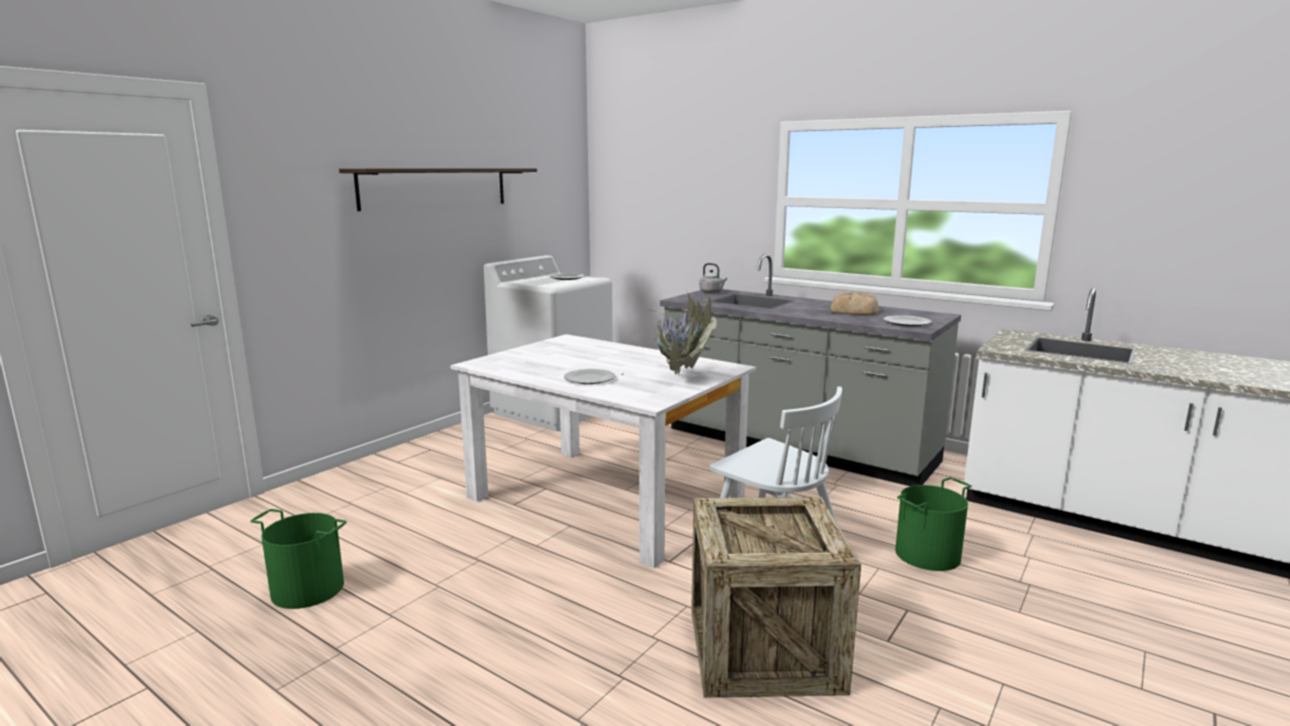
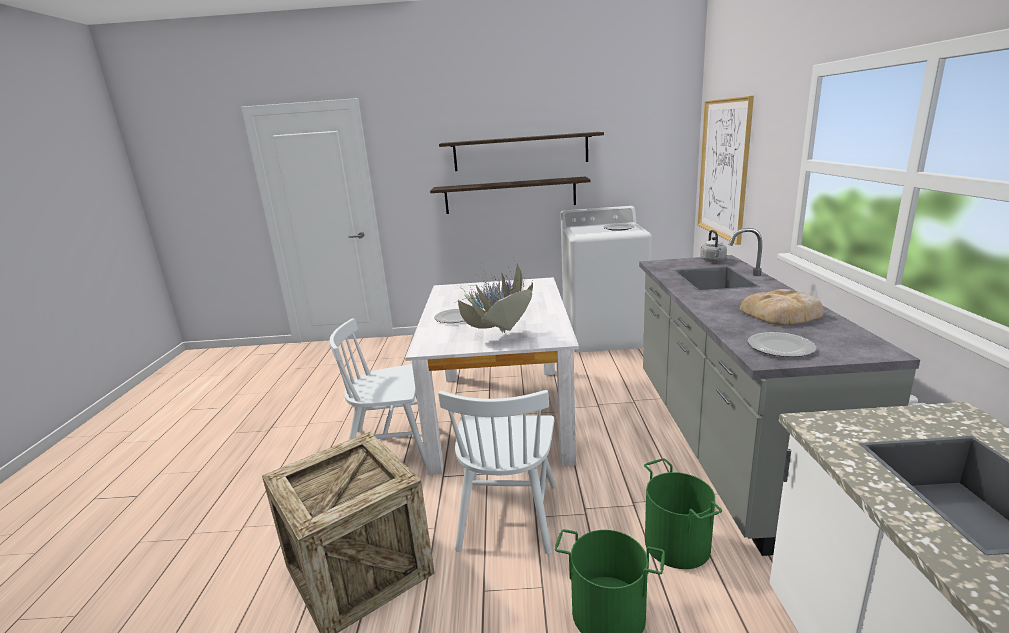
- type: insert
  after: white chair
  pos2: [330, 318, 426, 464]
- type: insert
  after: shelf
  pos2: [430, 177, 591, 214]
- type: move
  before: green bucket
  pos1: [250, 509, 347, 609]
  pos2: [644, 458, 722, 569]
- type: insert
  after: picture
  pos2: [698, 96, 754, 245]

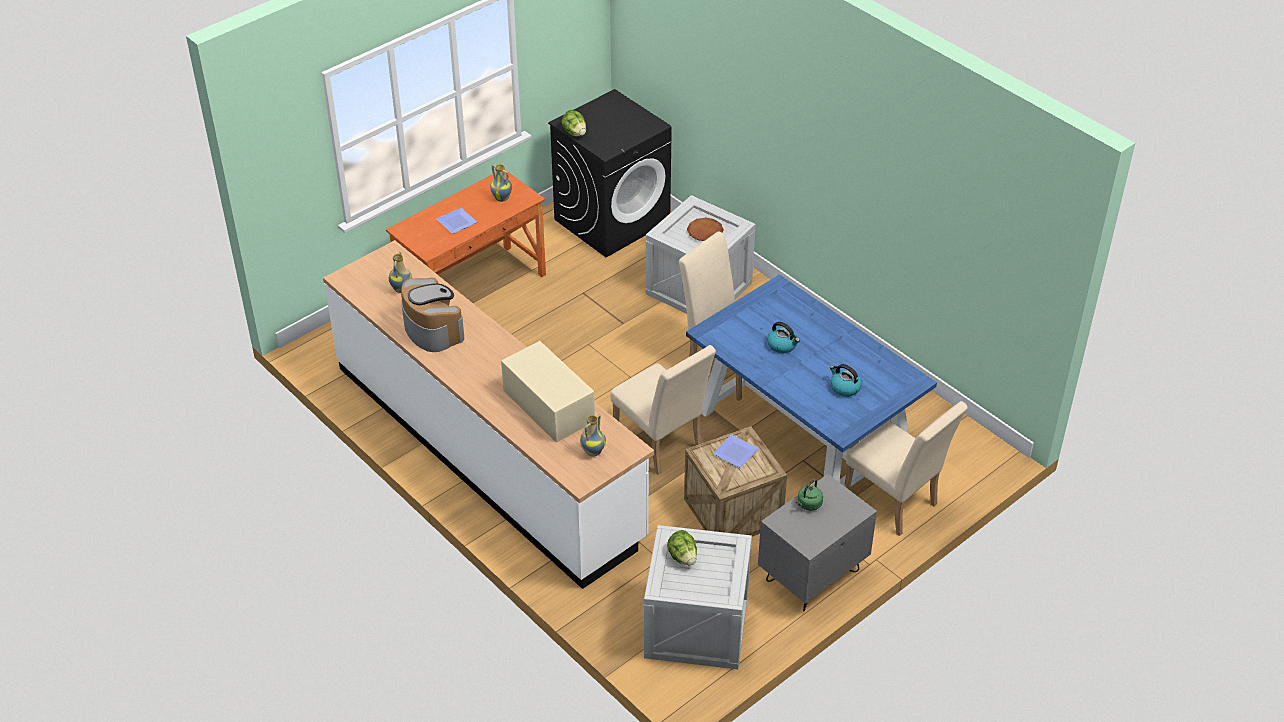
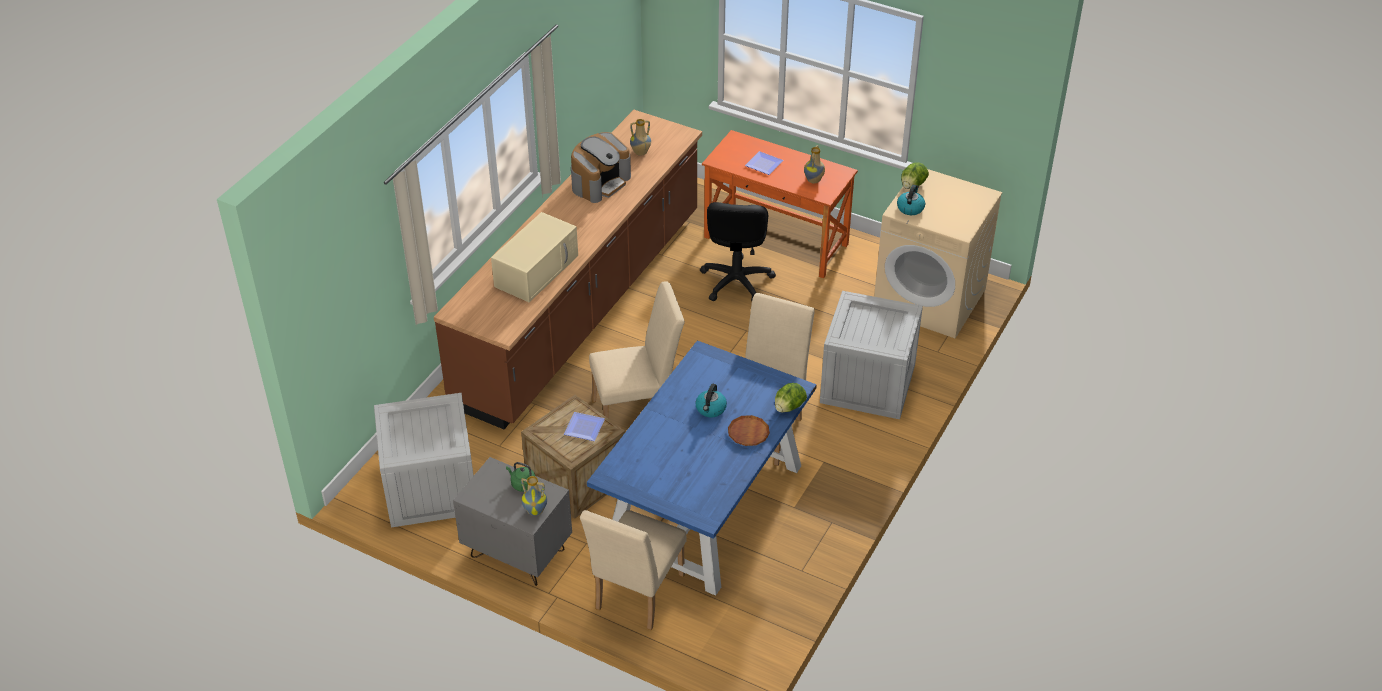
- type: recolor
  before: white counter
  after: brown counter
  pos1: [323, 240, 654, 589]
  pos2: [434, 110, 702, 429]
- type: move
  before: vase
  pos1: [580, 414, 606, 457]
  pos2: [521, 476, 547, 516]
- type: rotate
  before: beige chair
  pos1: [611, 345, 716, 474]
  pos2: [589, 281, 685, 418]
  turn: -135
- type: insert
  after: black office chair
  pos2: [700, 202, 776, 301]
- type: move
  before: brown plate
  pos1: [687, 218, 724, 241]
  pos2: [728, 415, 770, 446]
- type: move
  before: lettuce
  pos1: [667, 530, 697, 566]
  pos2: [775, 383, 807, 413]
- type: recolor
  before: black washing machine
  after: beige washing machine
  pos1: [548, 89, 672, 258]
  pos2: [874, 169, 1002, 338]
- type: move
  before: kettle
  pos1: [830, 364, 862, 397]
  pos2: [897, 185, 925, 215]

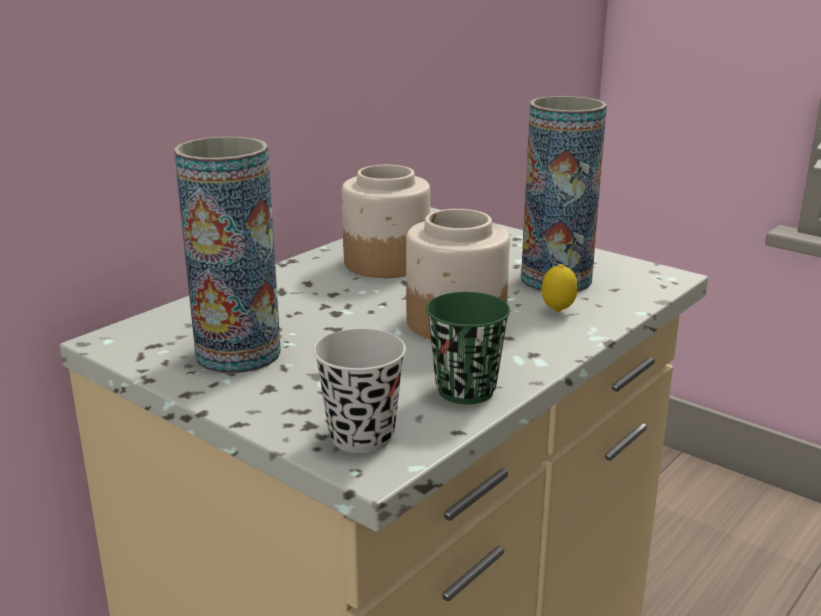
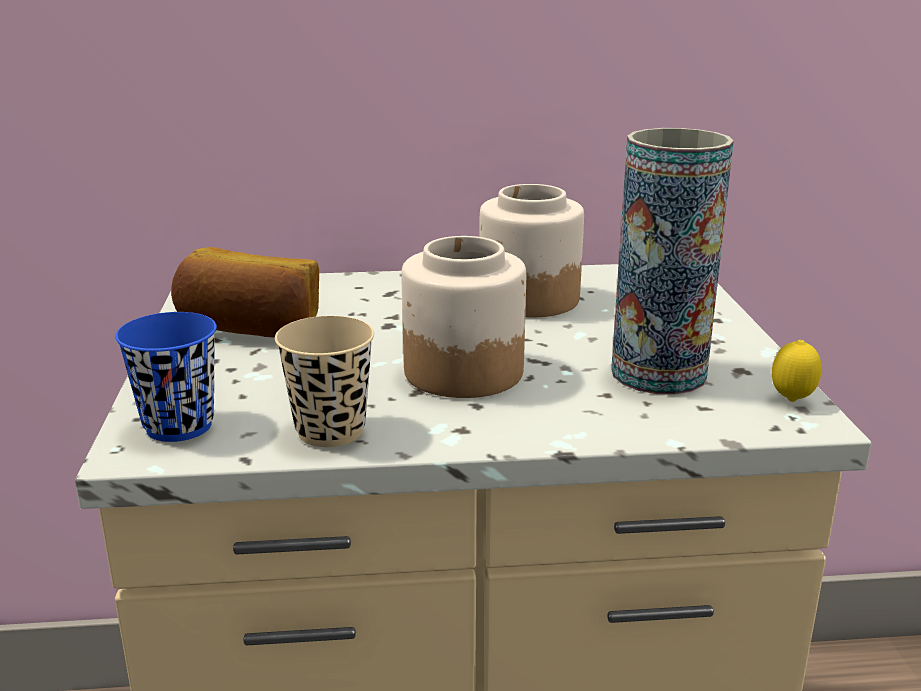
- type: recolor
  before: black cup
  after: blue cup
  pos1: [313, 329, 406, 453]
  pos2: [115, 312, 217, 442]
- type: replace
  before: vase
  after: bread
  pos1: [174, 137, 281, 374]
  pos2: [171, 247, 319, 338]
- type: recolor
  before: green cup
  after: beige cup
  pos1: [426, 292, 510, 404]
  pos2: [275, 316, 374, 447]
- type: move
  before: lemon
  pos1: [542, 264, 578, 312]
  pos2: [772, 340, 821, 402]

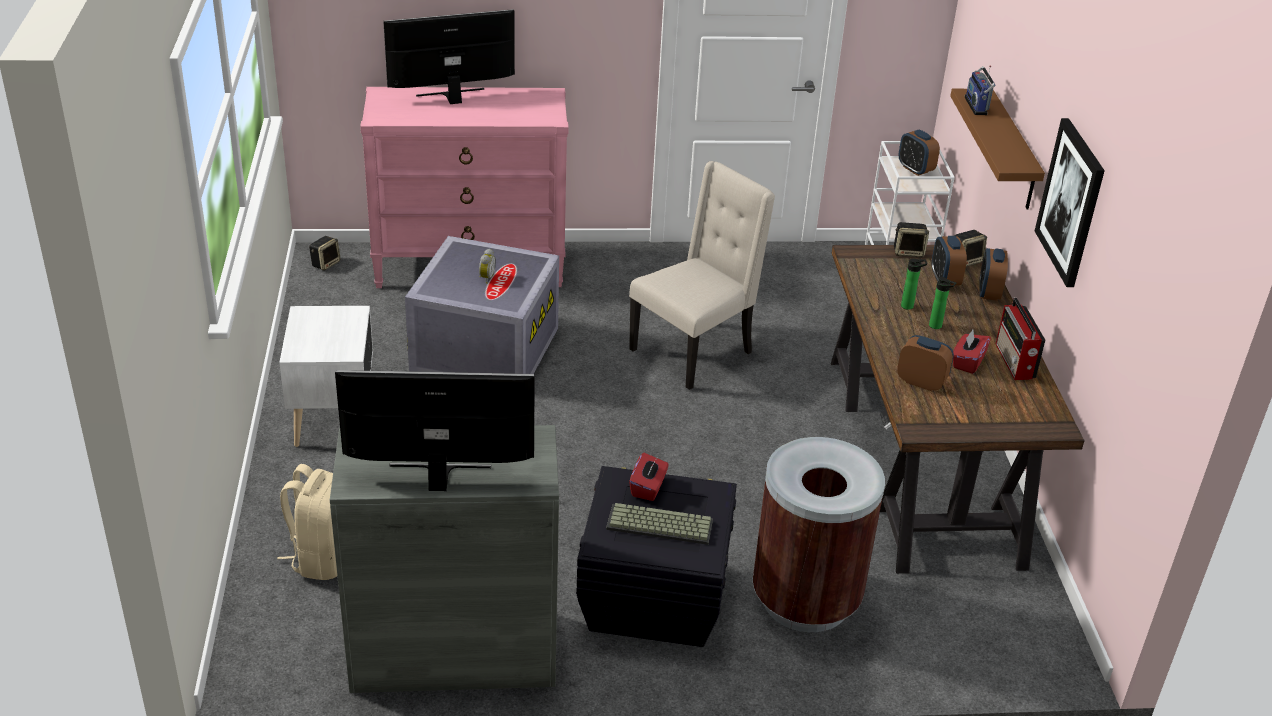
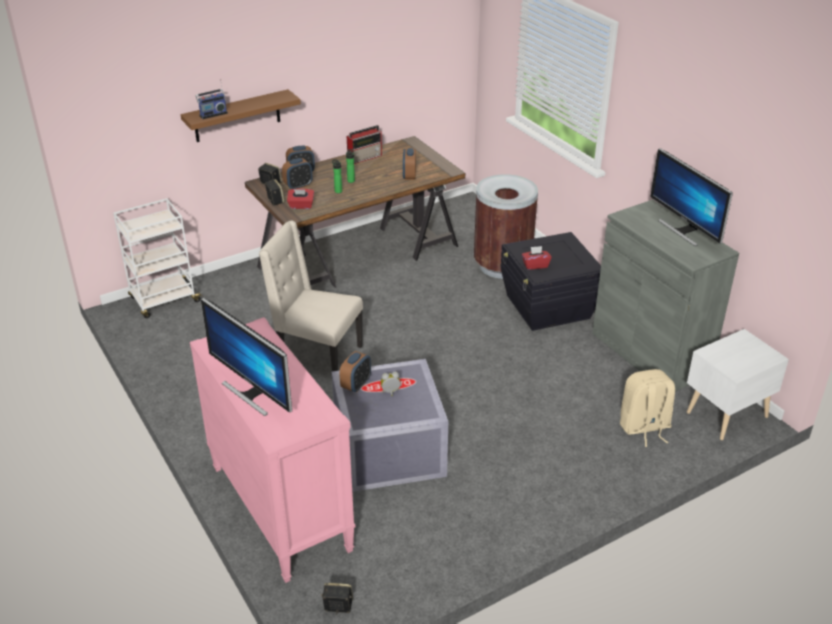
- type: move
  before: red tissue box
  pos1: [953, 330, 991, 374]
  pos2: [287, 188, 314, 209]
- type: move
  before: alarm clock
  pos1: [899, 130, 940, 176]
  pos2: [340, 351, 371, 392]
- type: move
  before: white nightstand
  pos1: [279, 306, 373, 447]
  pos2: [687, 329, 789, 440]
- type: delete
  before: keyboard
  pos1: [606, 503, 713, 545]
- type: delete
  before: picture
  pos1: [1035, 118, 1105, 287]

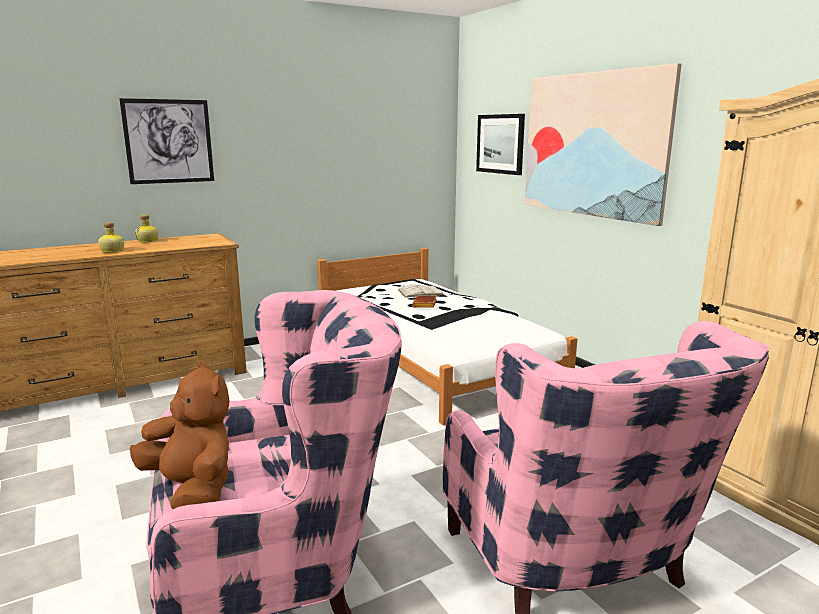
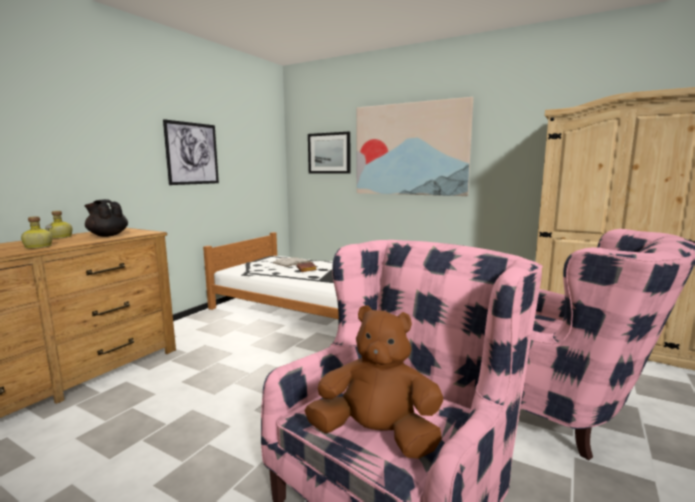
- type: insert
  after: black teapot
  pos2: [84, 199, 128, 237]
- type: move
  before: picture
  pos1: [119, 98, 214, 184]
  pos2: [163, 119, 219, 185]

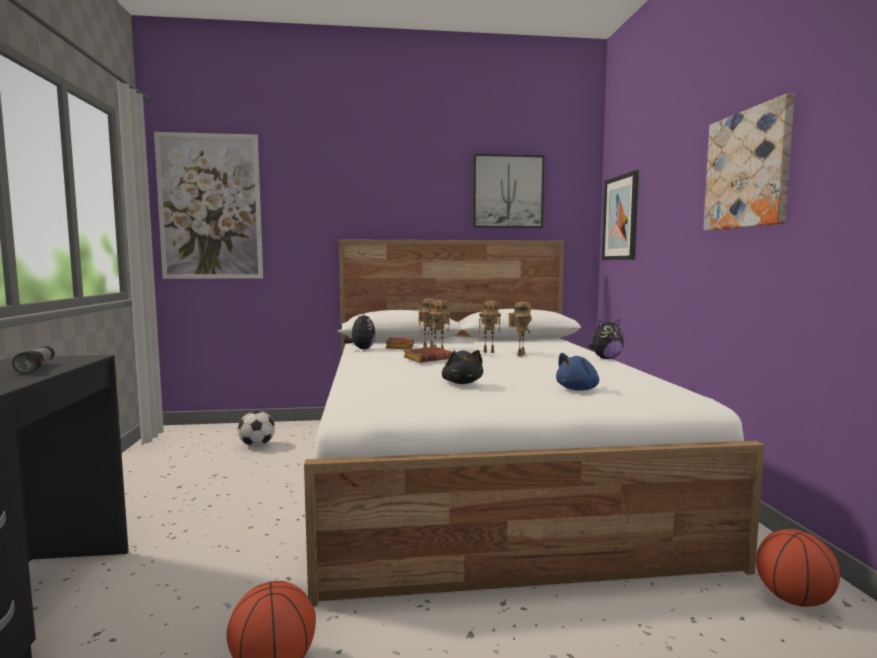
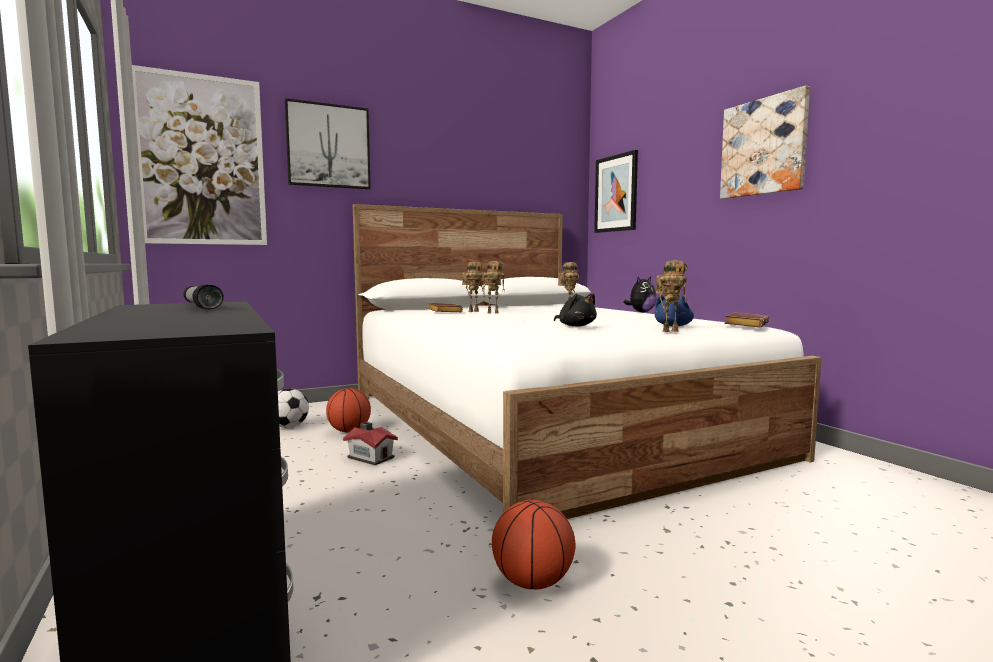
- type: move
  before: picture
  pos1: [473, 154, 544, 228]
  pos2: [285, 98, 371, 189]
- type: move
  before: basketball
  pos1: [756, 529, 840, 607]
  pos2: [326, 388, 371, 433]
- type: insert
  after: toy house
  pos2: [343, 422, 398, 465]
- type: move
  before: toy robot
  pos1: [479, 301, 501, 353]
  pos2: [656, 260, 688, 332]
- type: move
  before: brown book
  pos1: [403, 346, 452, 363]
  pos2: [724, 312, 769, 327]
- type: delete
  before: plush toy
  pos1: [343, 312, 376, 349]

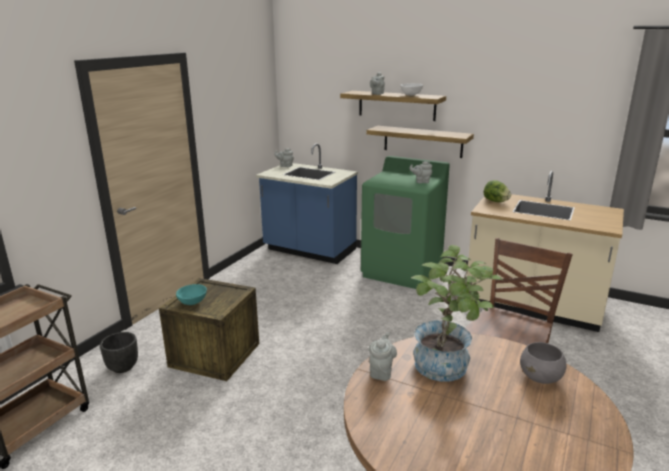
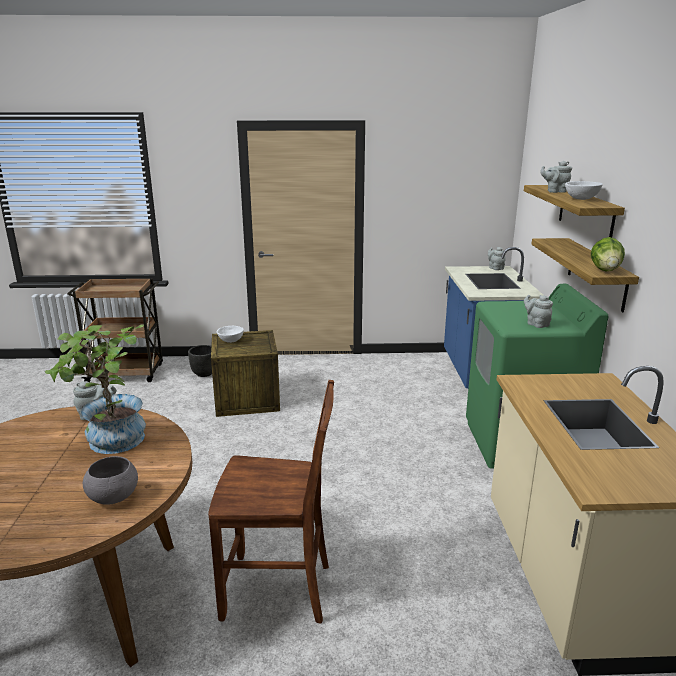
- type: recolor
  before: turquoise bowl
  after: white bowl
  pos1: [176, 284, 207, 305]
  pos2: [217, 326, 244, 343]
- type: move
  before: lettuce
  pos1: [484, 180, 511, 202]
  pos2: [591, 237, 625, 272]

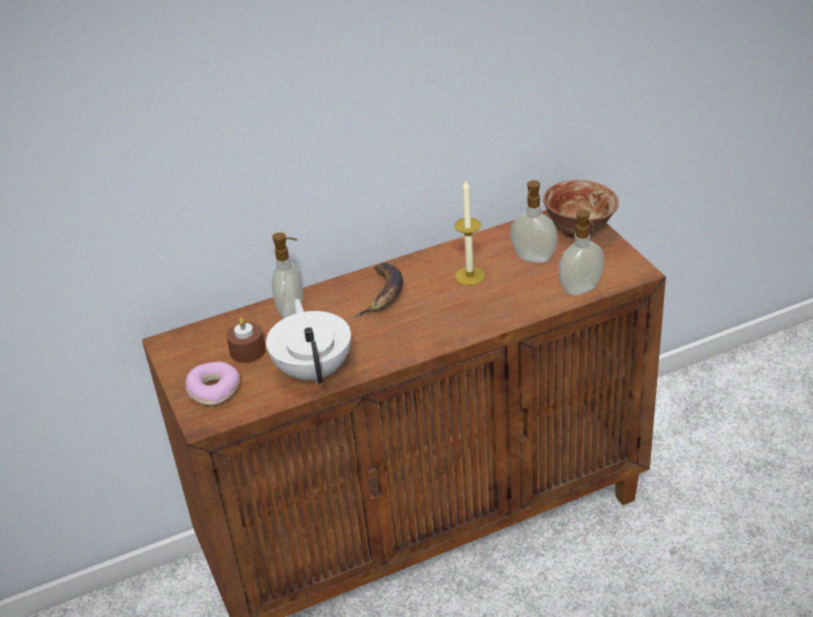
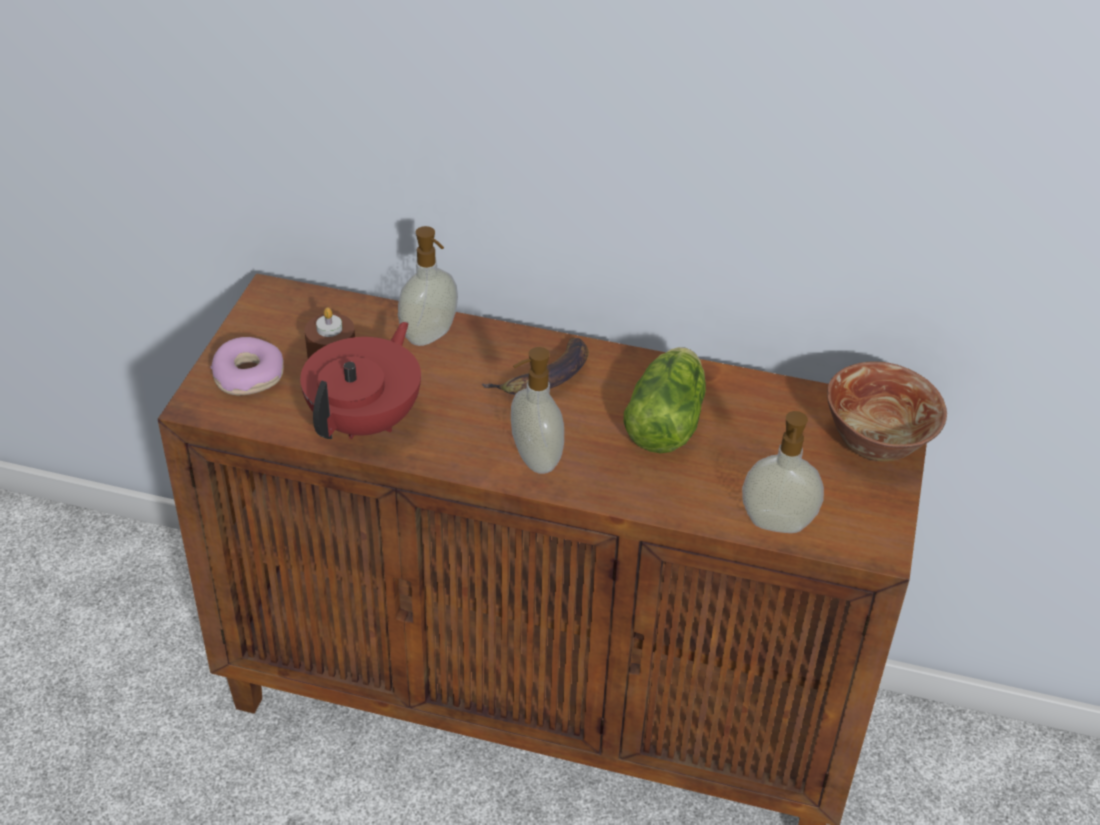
- type: recolor
  before: white teapot
  after: red teapot
  pos1: [266, 299, 351, 384]
  pos2: [300, 322, 421, 439]
- type: move
  before: soap dispenser
  pos1: [510, 180, 558, 263]
  pos2: [511, 347, 564, 474]
- type: replace
  before: candle
  after: lettuce
  pos1: [455, 179, 485, 285]
  pos2: [623, 347, 706, 453]

